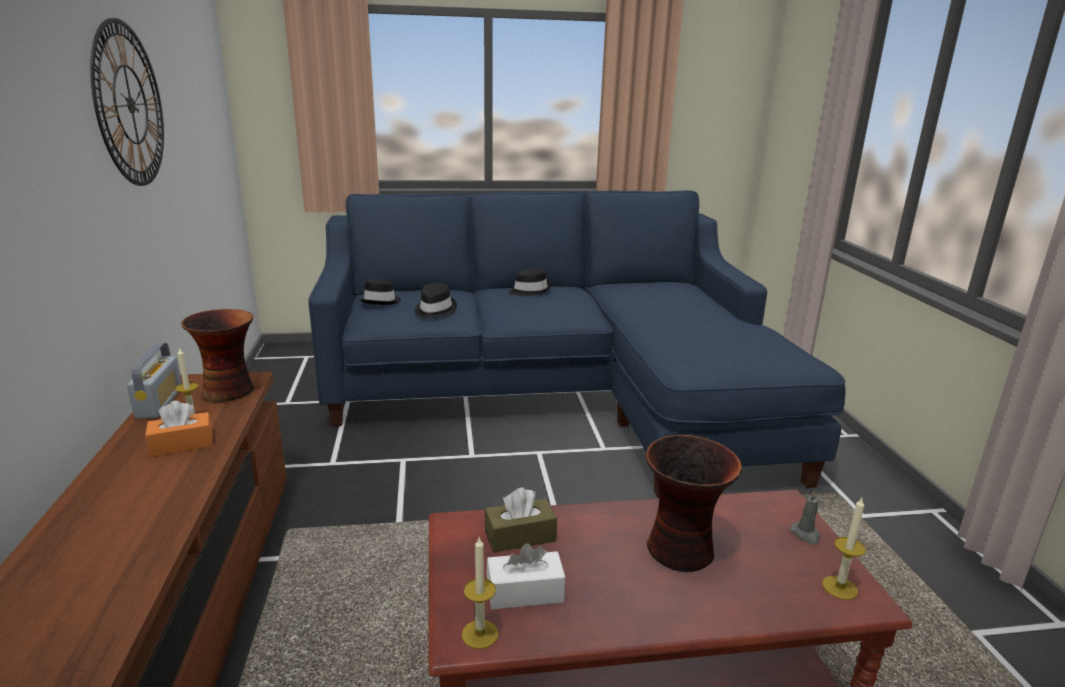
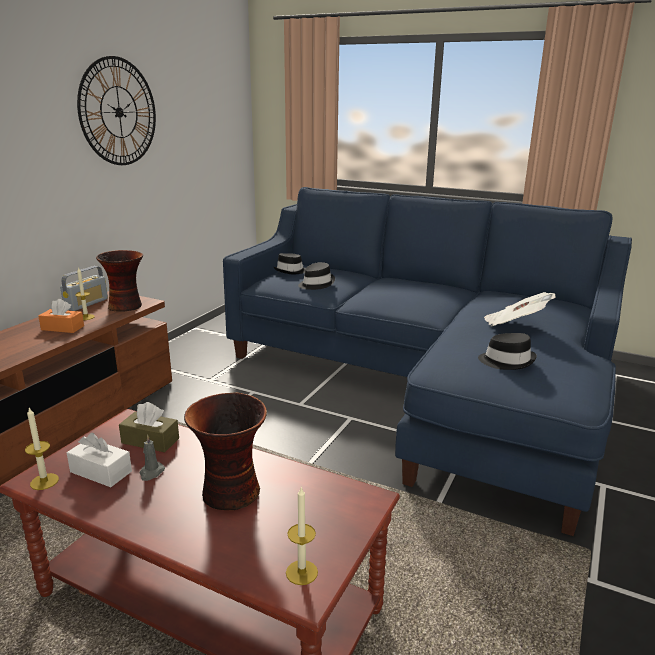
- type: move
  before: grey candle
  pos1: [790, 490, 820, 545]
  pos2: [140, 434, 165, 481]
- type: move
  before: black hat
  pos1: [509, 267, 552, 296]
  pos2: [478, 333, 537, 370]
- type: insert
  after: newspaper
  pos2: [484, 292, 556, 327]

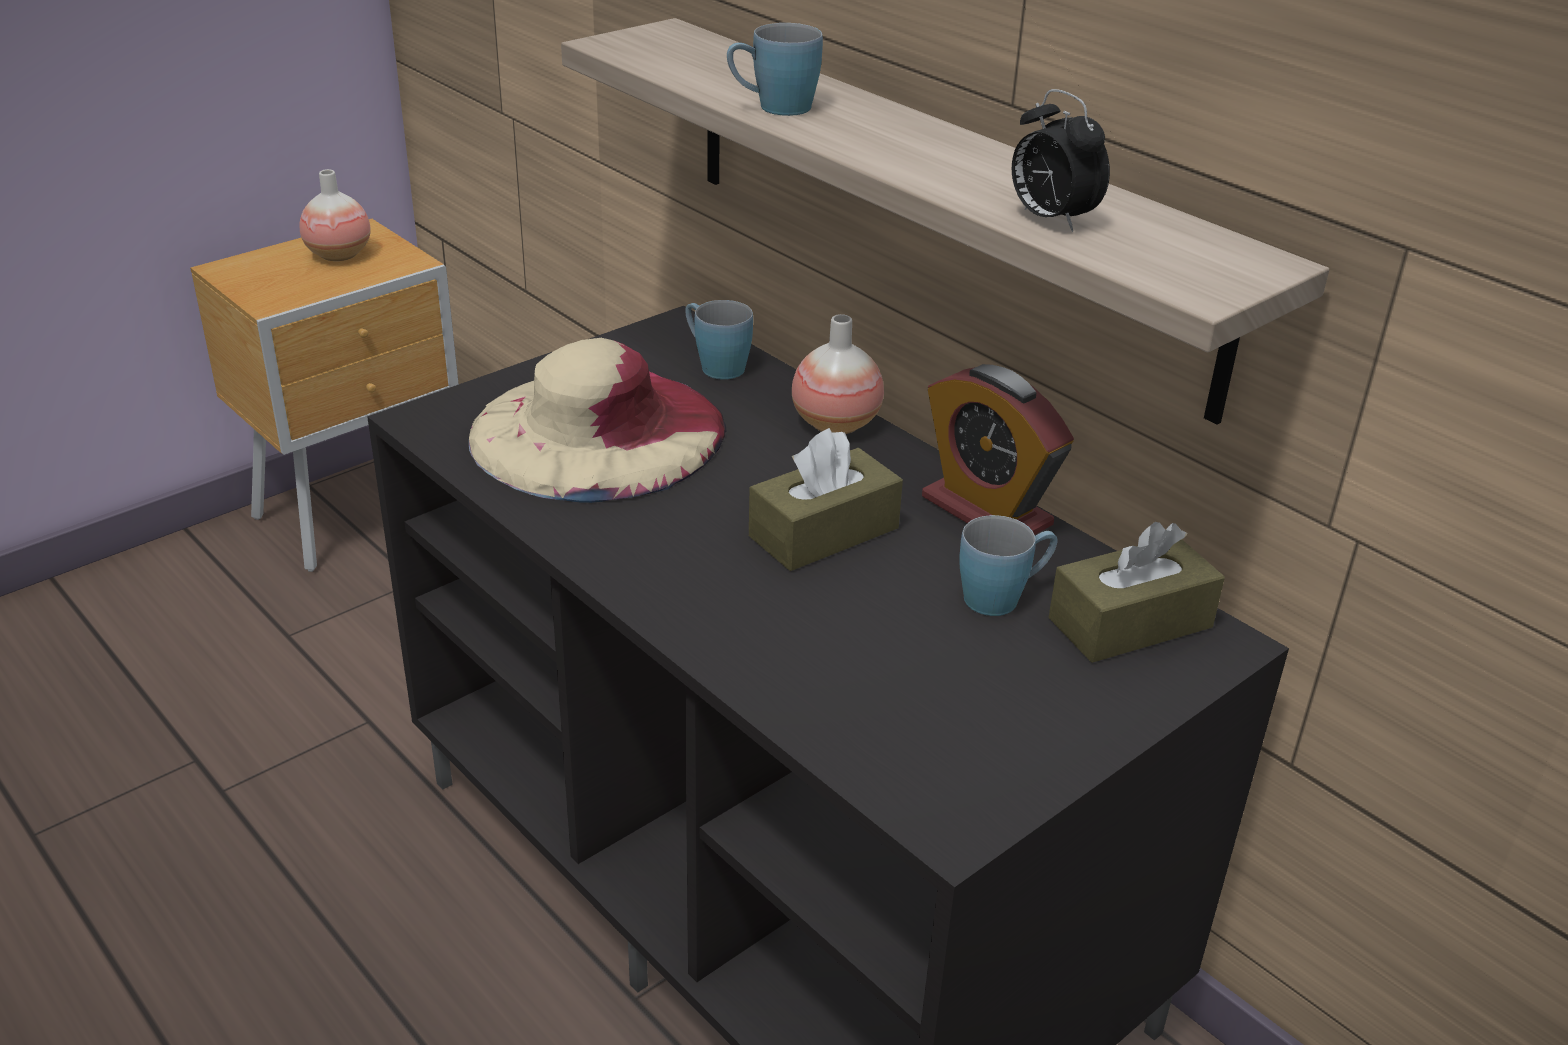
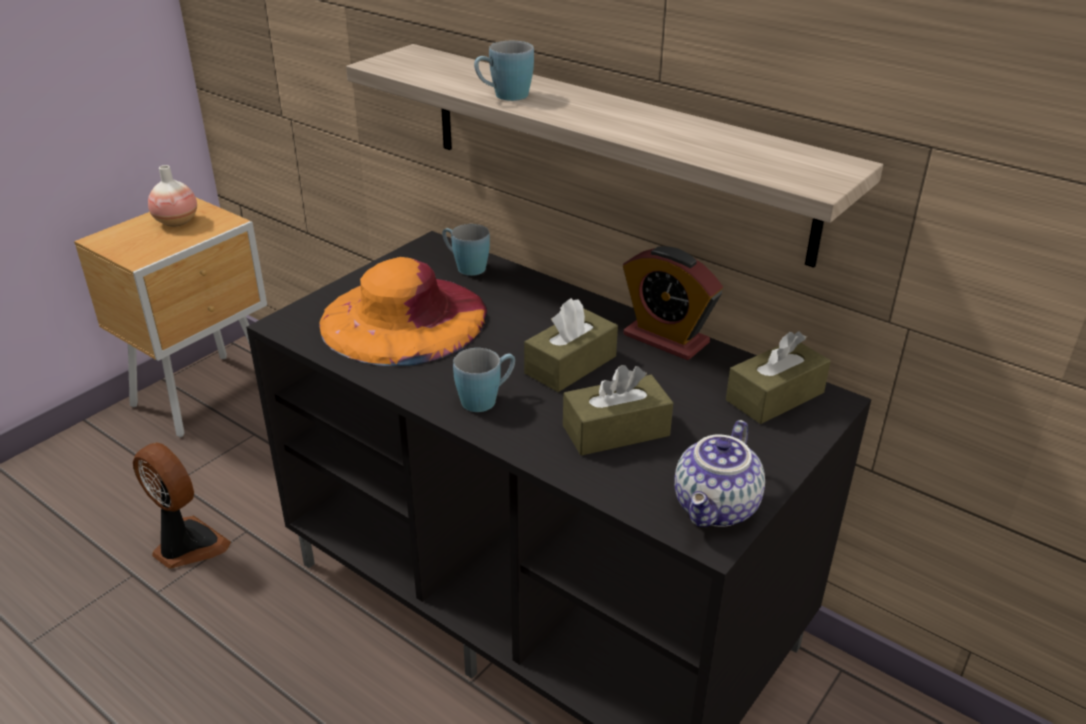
- type: insert
  after: fan
  pos2: [133, 442, 231, 569]
- type: recolor
  before: beige hat
  after: orange hat
  pos1: [469, 338, 727, 503]
  pos2: [319, 257, 487, 366]
- type: move
  before: blue mug
  pos1: [959, 515, 1058, 616]
  pos2: [453, 348, 515, 412]
- type: insert
  after: brown tissue box
  pos2: [563, 365, 673, 456]
- type: insert
  after: teapot
  pos2: [674, 420, 765, 527]
- type: delete
  before: vase
  pos1: [792, 314, 884, 434]
- type: delete
  before: alarm clock
  pos1: [1012, 89, 1110, 232]

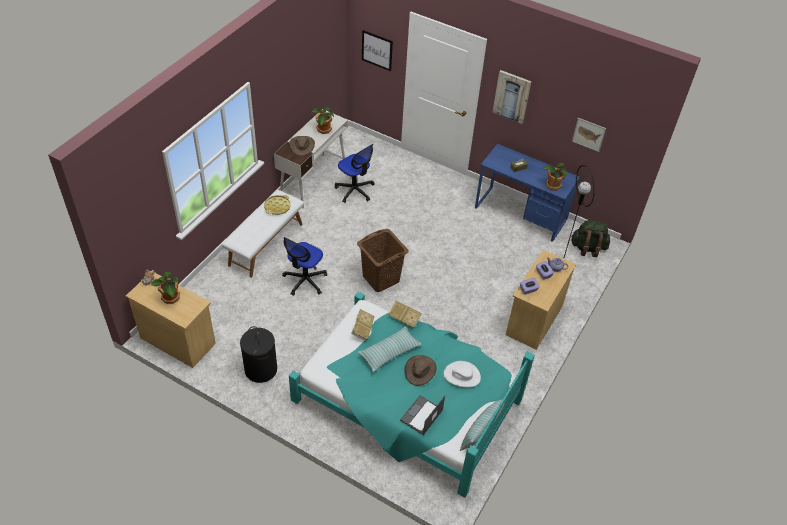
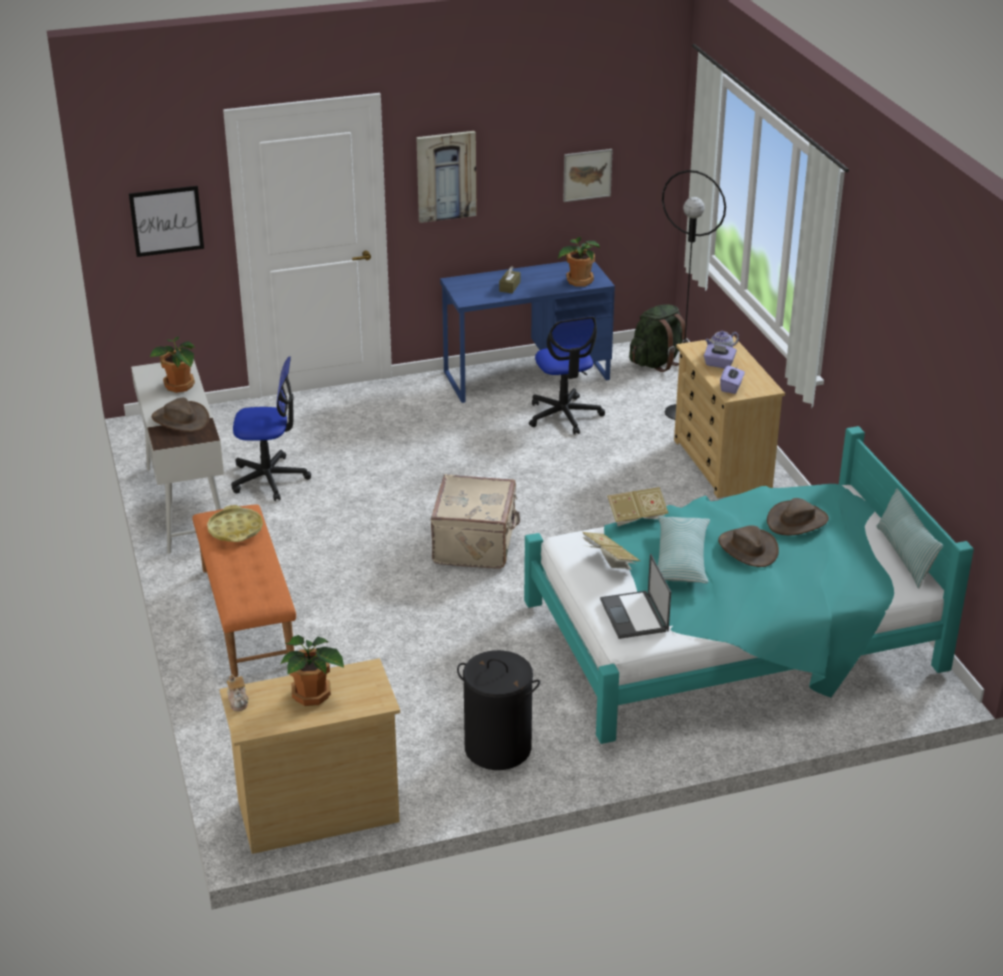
- type: recolor
  before: white bench
  after: orange bench
  pos1: [222, 190, 304, 278]
  pos2: [192, 504, 296, 677]
- type: replace
  before: brown laundry basket
  after: beige suitcase
  pos1: [357, 229, 409, 292]
  pos2: [431, 474, 520, 569]
- type: move
  before: office chair
  pos1: [282, 237, 327, 296]
  pos2: [529, 316, 605, 434]
- type: move
  before: laptop
  pos1: [400, 395, 445, 435]
  pos2: [600, 554, 671, 639]
- type: recolor
  before: white hat
  after: brown hat
  pos1: [444, 361, 481, 387]
  pos2: [767, 498, 829, 535]

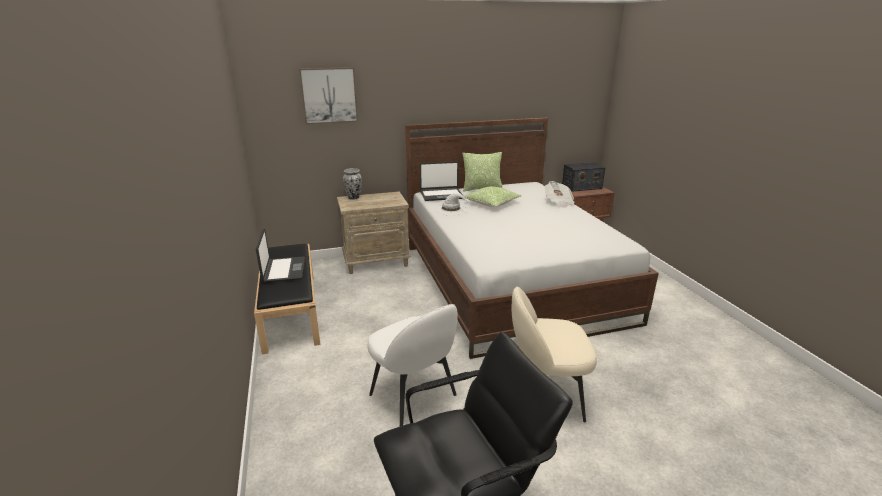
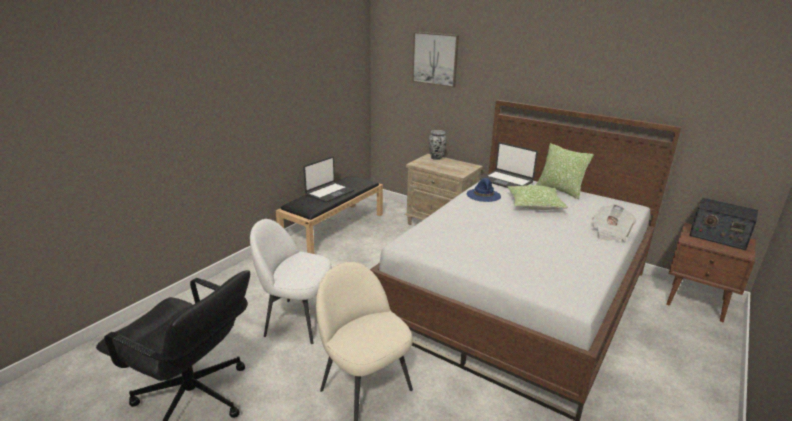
- type: rotate
  before: white chair
  pos1: [368, 304, 458, 426]
  pos2: [250, 219, 332, 344]
  turn: 90
- type: recolor
  before: white hat
  after: blue hat
  pos1: [435, 193, 468, 216]
  pos2: [467, 178, 501, 202]

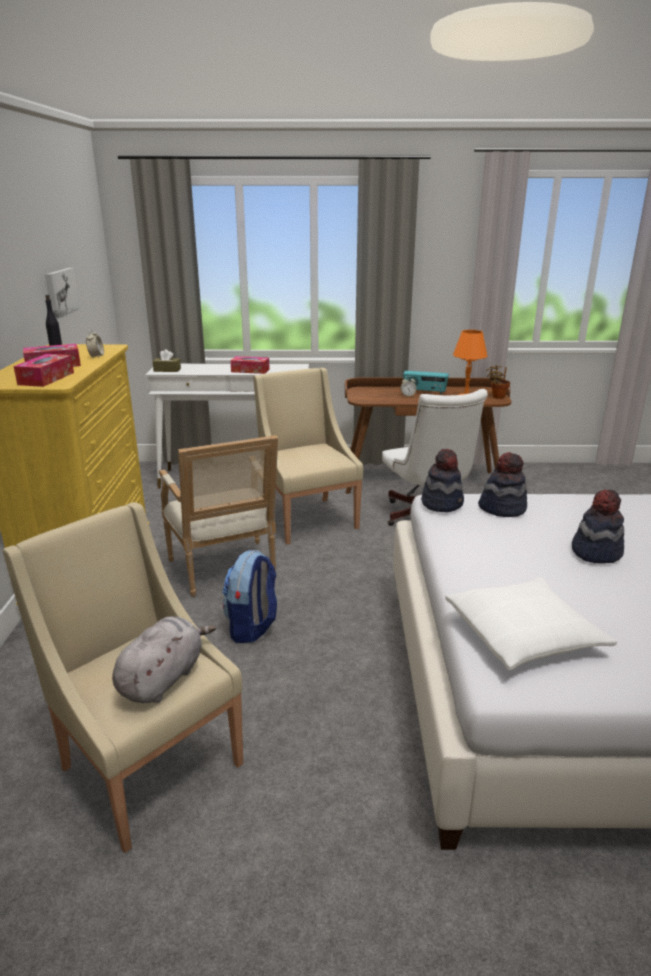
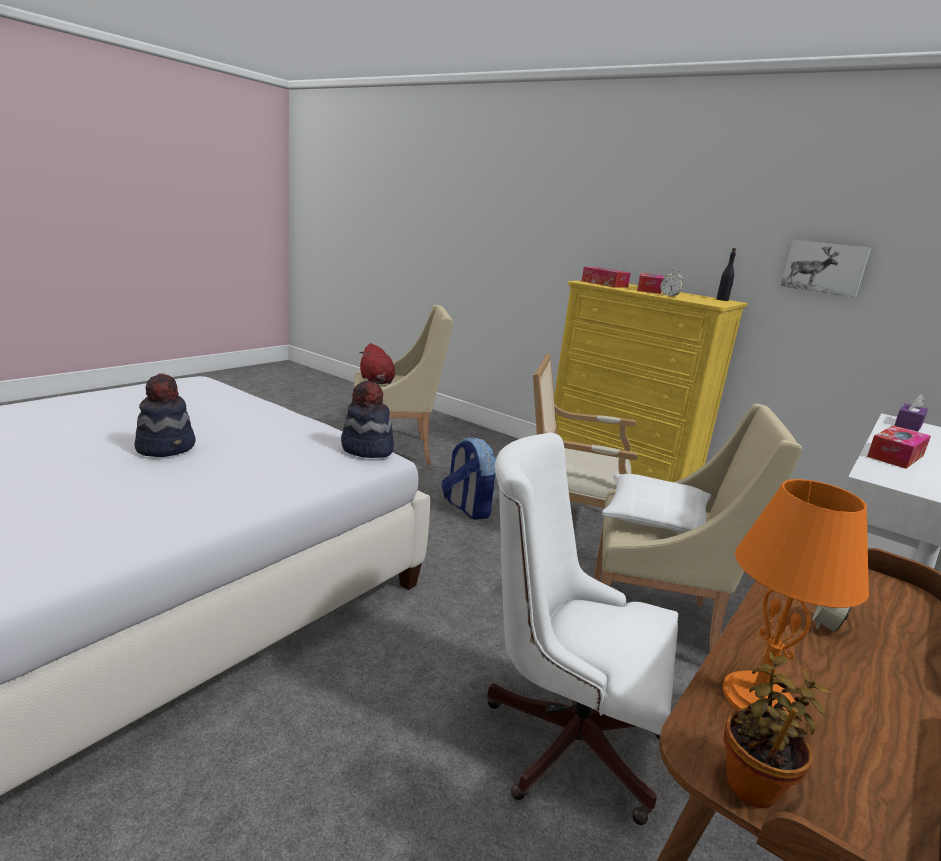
- type: recolor
  before: grey plush toy
  after: red plush toy
  pos1: [112, 616, 216, 703]
  pos2: [360, 343, 395, 384]
- type: move
  before: white pillow
  pos1: [445, 577, 617, 670]
  pos2: [602, 474, 711, 534]
- type: recolor
  before: brown tissue box
  after: purple tissue box
  pos1: [153, 349, 181, 372]
  pos2: [894, 394, 928, 432]
- type: delete
  before: radio
  pos1: [403, 371, 449, 394]
- type: delete
  before: hat
  pos1: [478, 452, 527, 517]

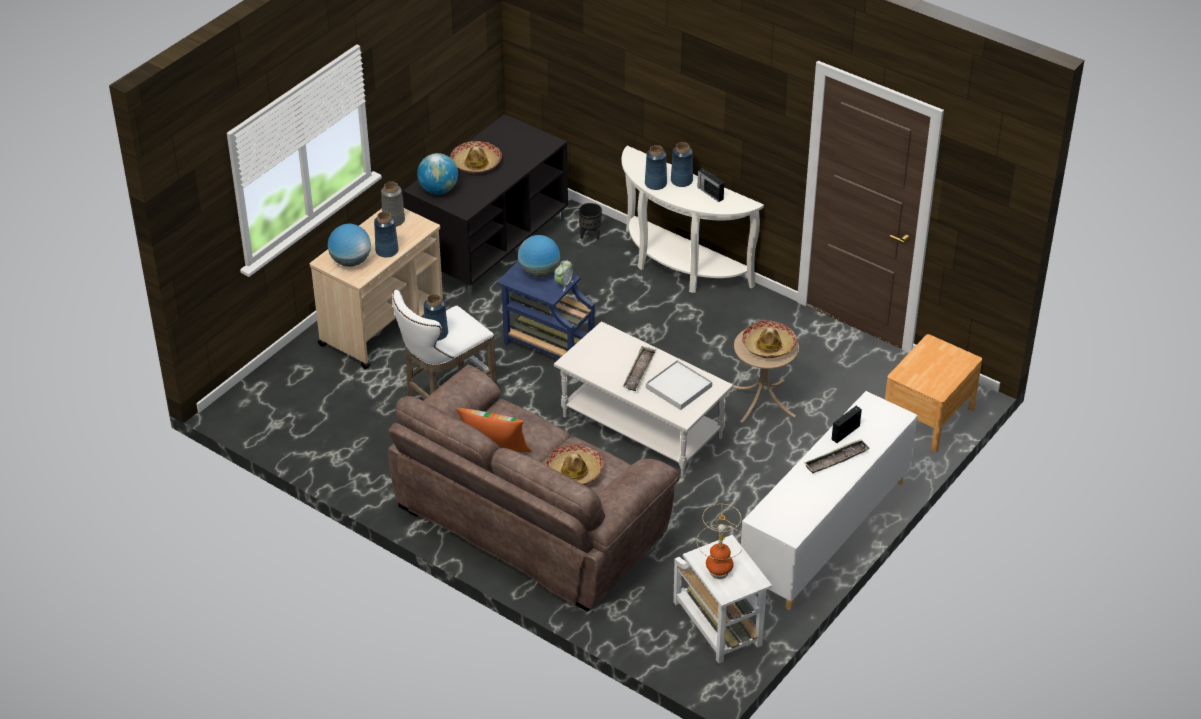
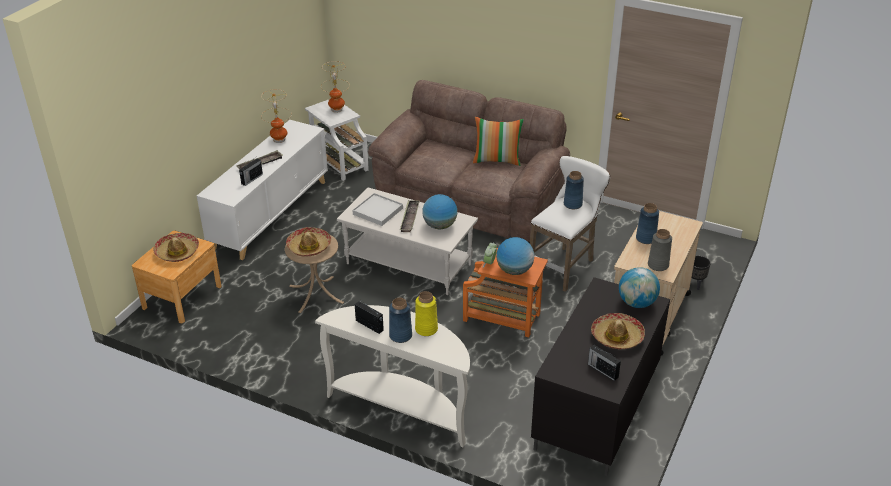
- type: move
  before: hat
  pos1: [546, 445, 604, 485]
  pos2: [153, 233, 199, 262]
- type: insert
  after: table lamp
  pos2: [261, 89, 292, 143]
- type: recolor
  before: blue vase
  after: yellow vase
  pos1: [645, 145, 667, 190]
  pos2: [415, 291, 438, 336]
- type: move
  before: globe
  pos1: [328, 224, 371, 267]
  pos2: [422, 194, 457, 229]
- type: recolor
  before: blue side table
  after: orange side table
  pos1: [497, 261, 595, 359]
  pos2: [463, 248, 548, 337]
- type: insert
  after: radio
  pos2: [588, 345, 621, 381]
- type: move
  before: black planter
  pos1: [578, 203, 602, 240]
  pos2: [692, 256, 711, 290]

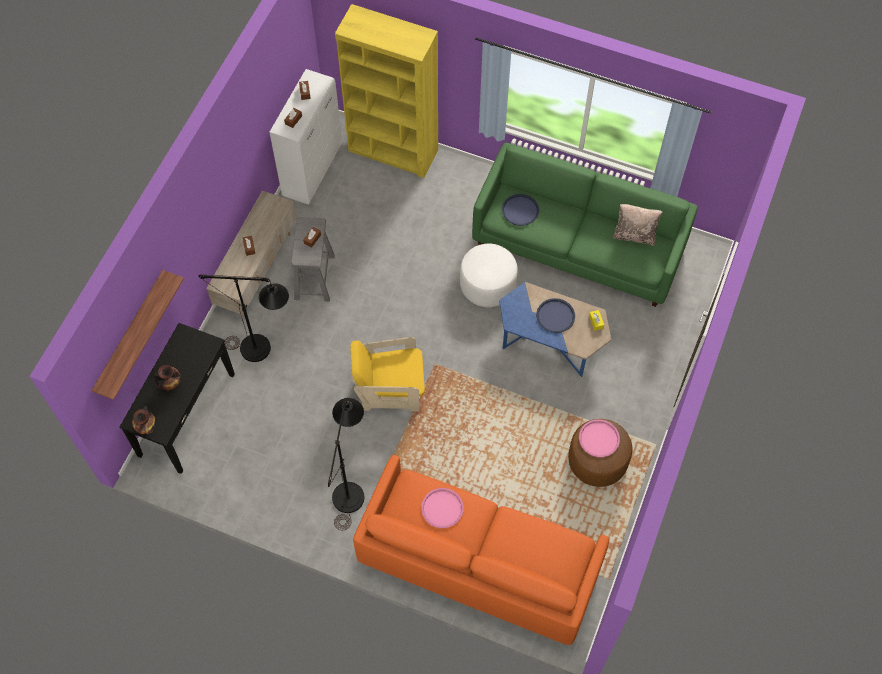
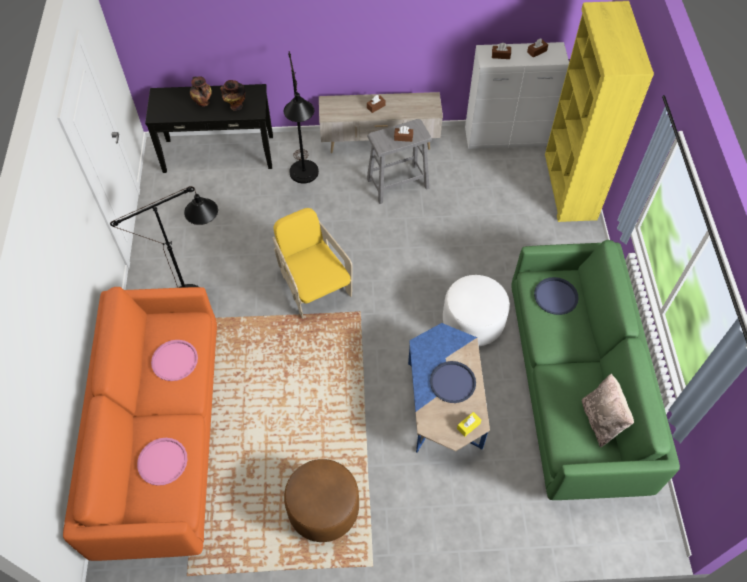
- type: move
  before: pink tray
  pos1: [579, 419, 620, 457]
  pos2: [137, 438, 188, 486]
- type: move
  before: vase
  pos1: [132, 406, 155, 434]
  pos2: [221, 80, 246, 111]
- type: delete
  before: shelf
  pos1: [91, 270, 184, 400]

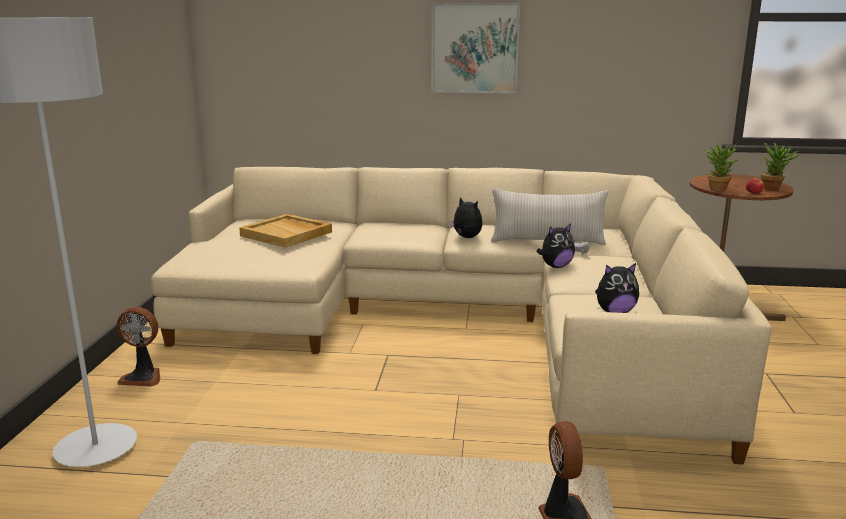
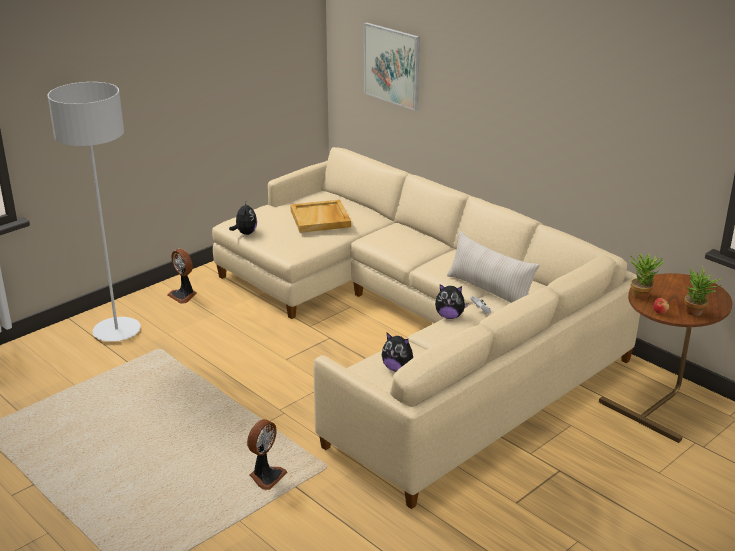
- type: move
  before: plush toy
  pos1: [448, 197, 482, 238]
  pos2: [229, 202, 257, 235]
- type: move
  before: picture
  pos1: [431, 3, 520, 93]
  pos2: [364, 22, 420, 110]

